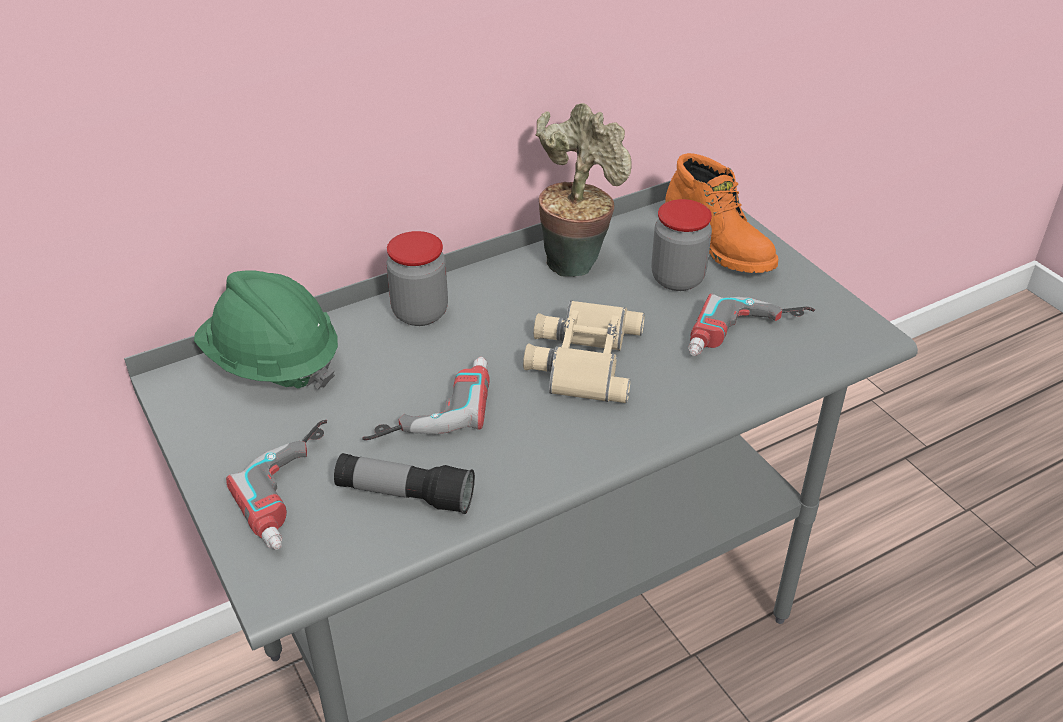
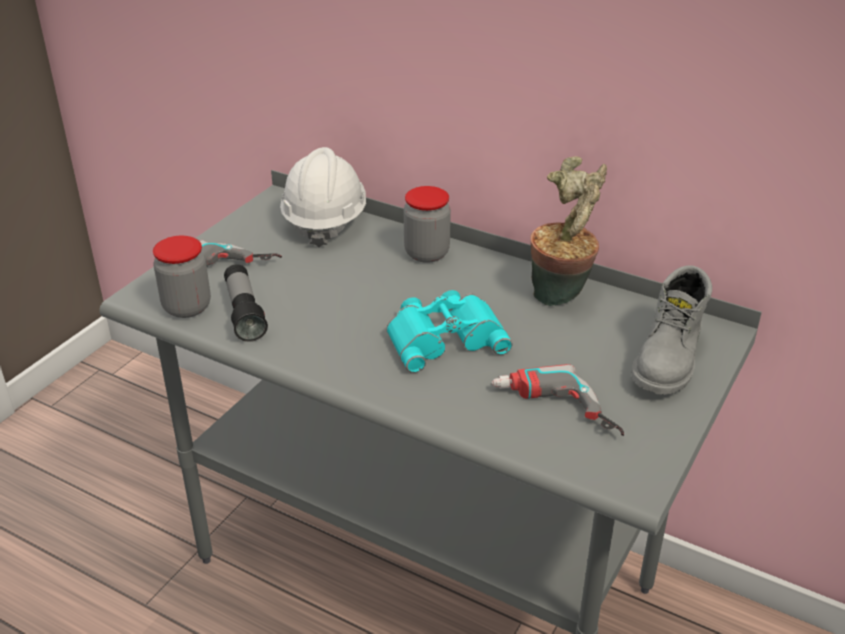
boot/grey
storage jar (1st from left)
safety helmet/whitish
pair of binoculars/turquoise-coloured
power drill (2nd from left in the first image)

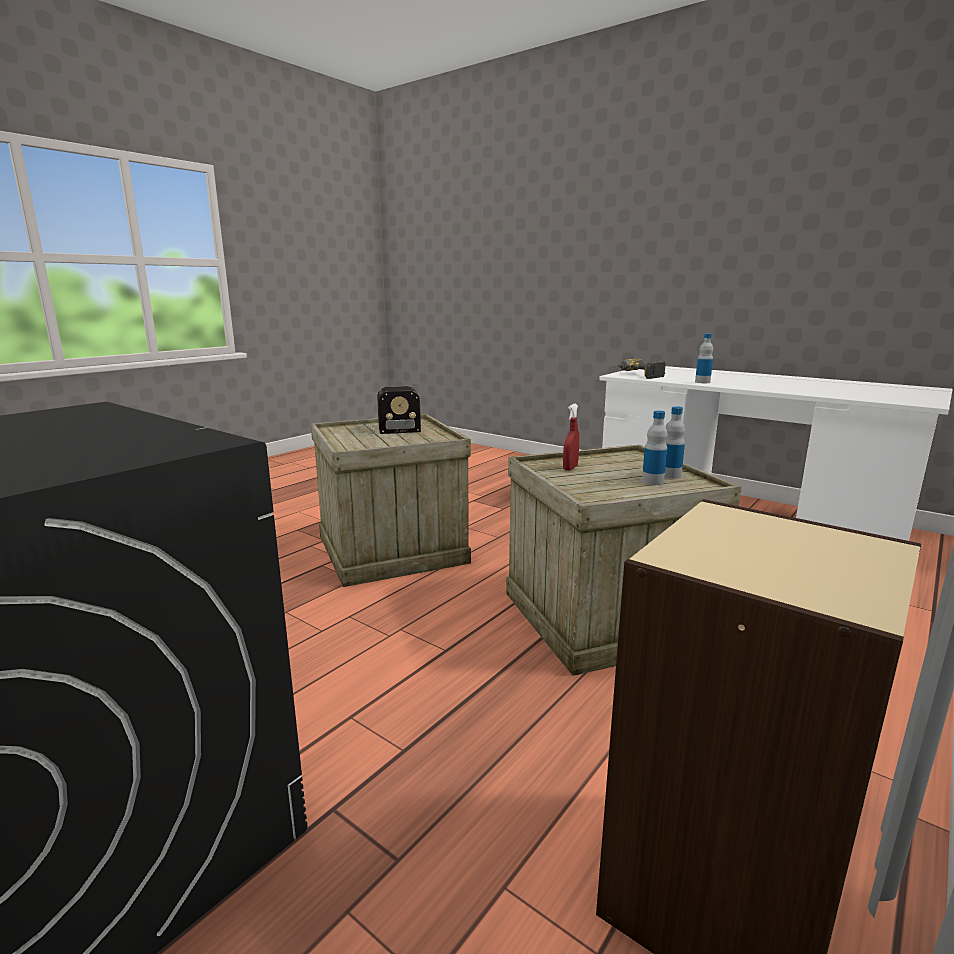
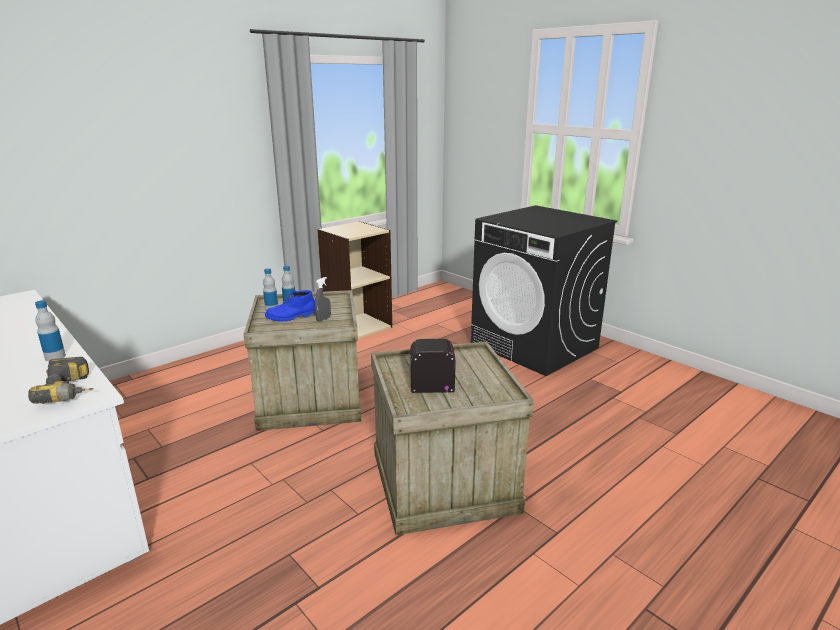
hand sprayer/grey
boot/blue

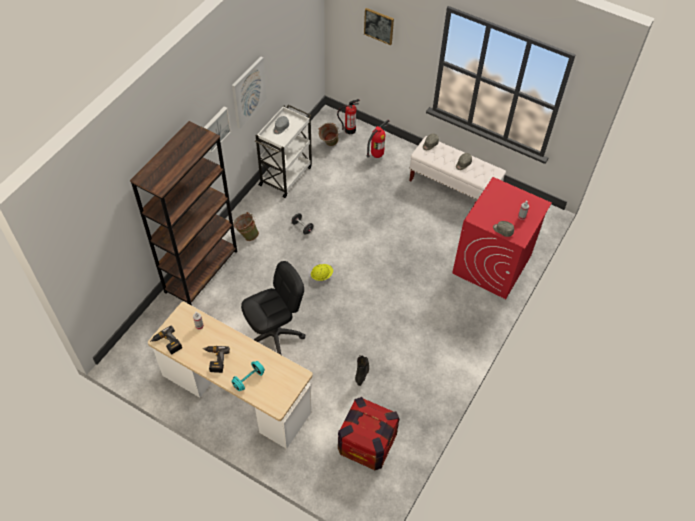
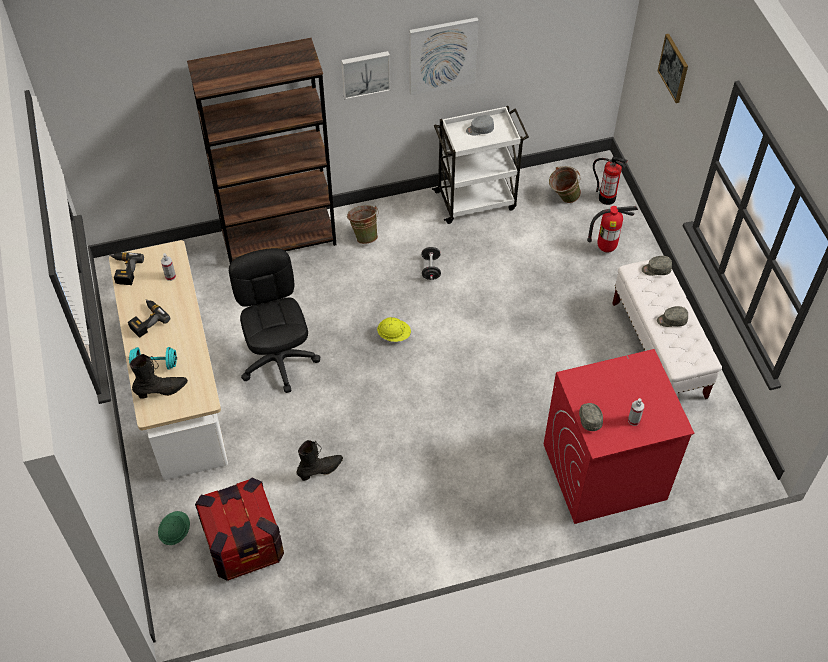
desk chair/black
boot/black (1st from left)
safety helmet/green-coloured

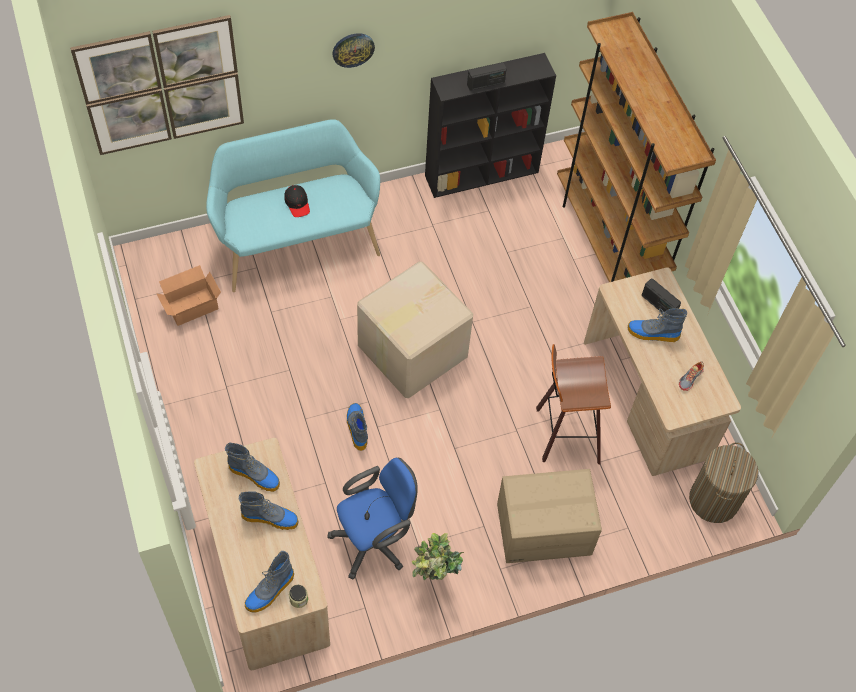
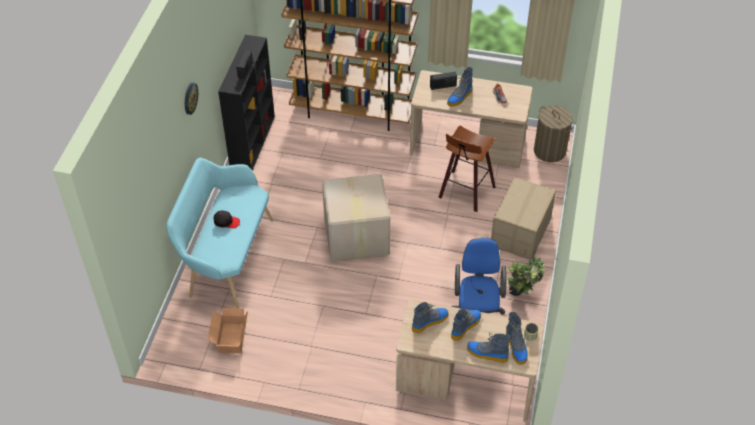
wall picture
boot (4th from left)

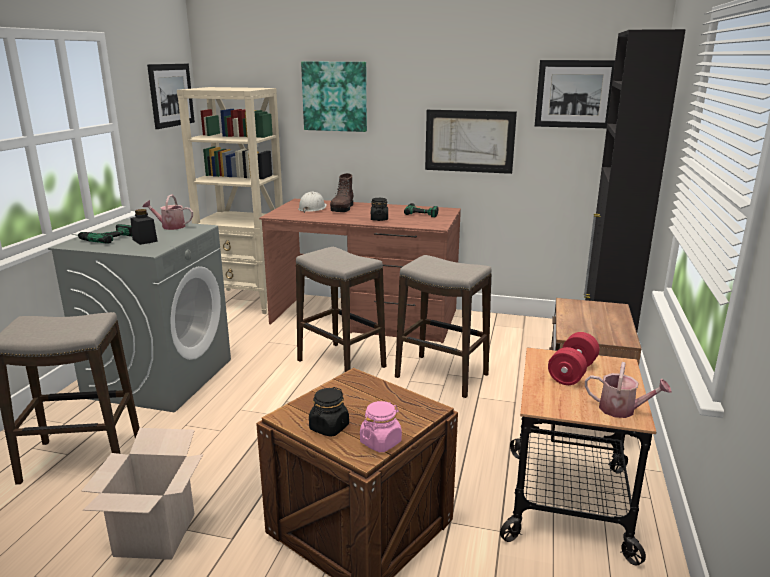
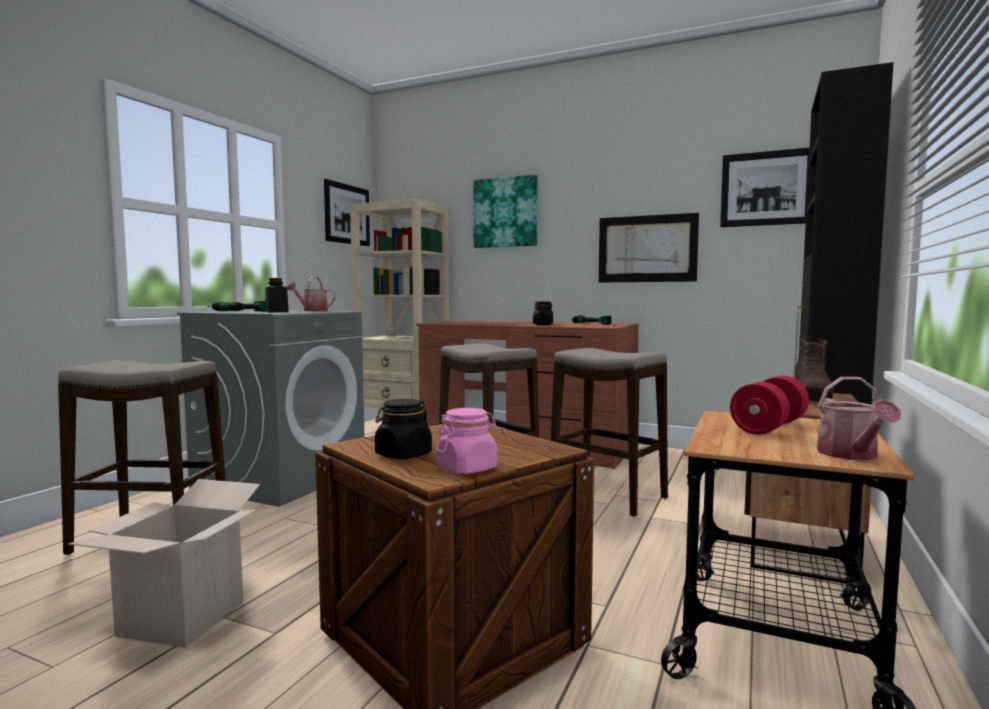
boot/brown-coloured
safety helmet/whitish
sprinkling can (2nd from left)

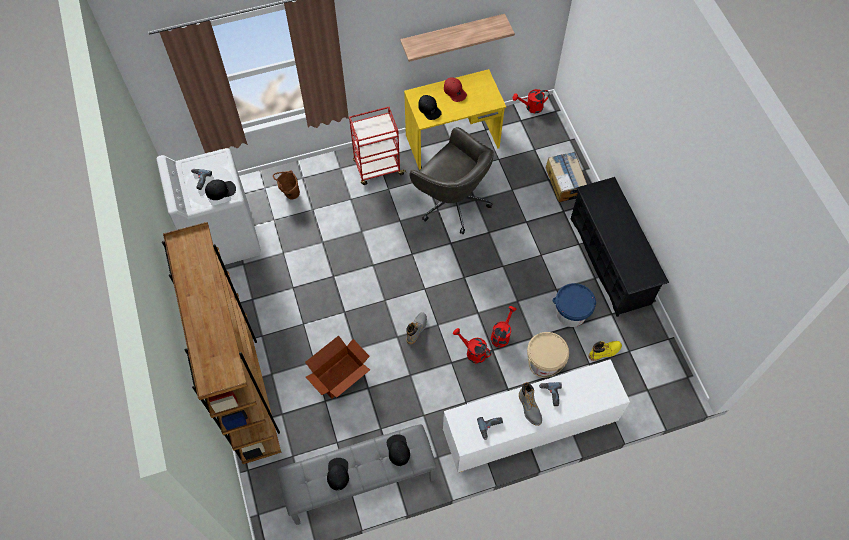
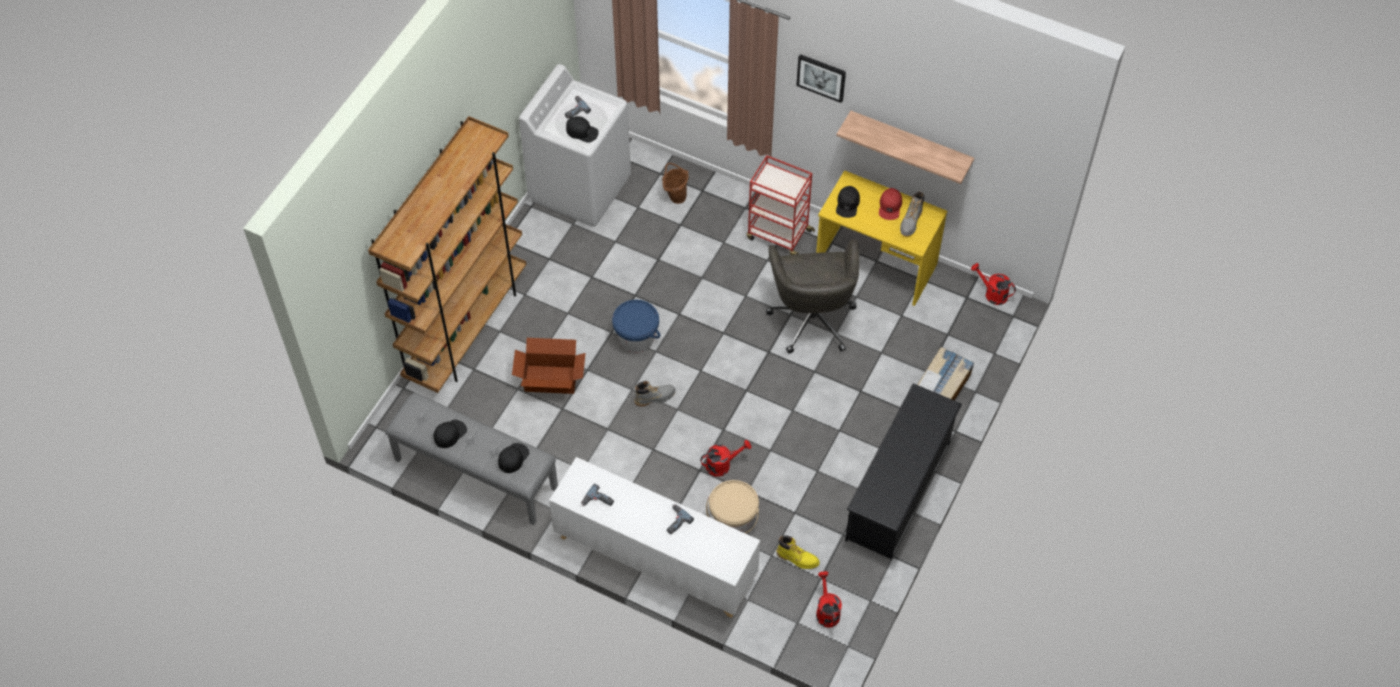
water bucket/blue
sprinkling can/reddish (2nd from left)
boot/grey (2nd from left)
wall picture

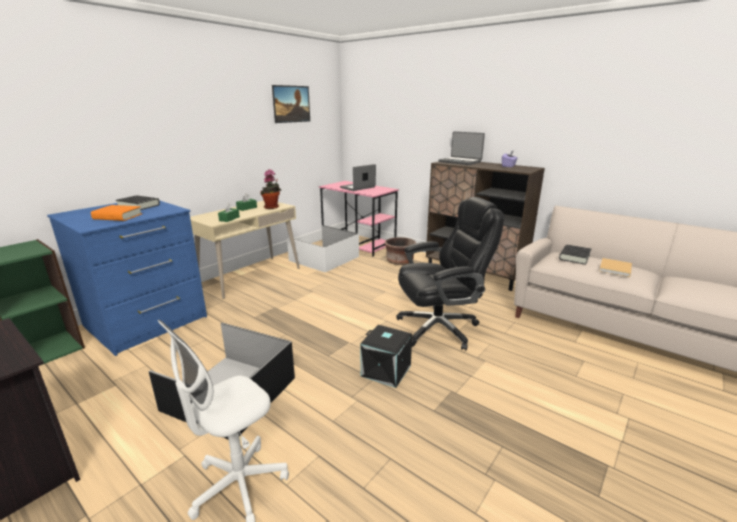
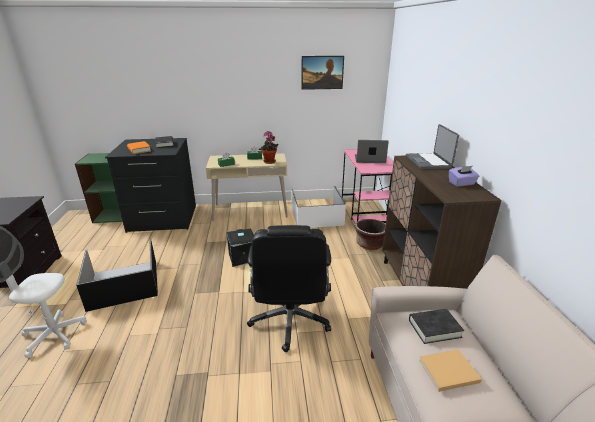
desk chair/black
dresser/black
storage bin/black (2nd from left)

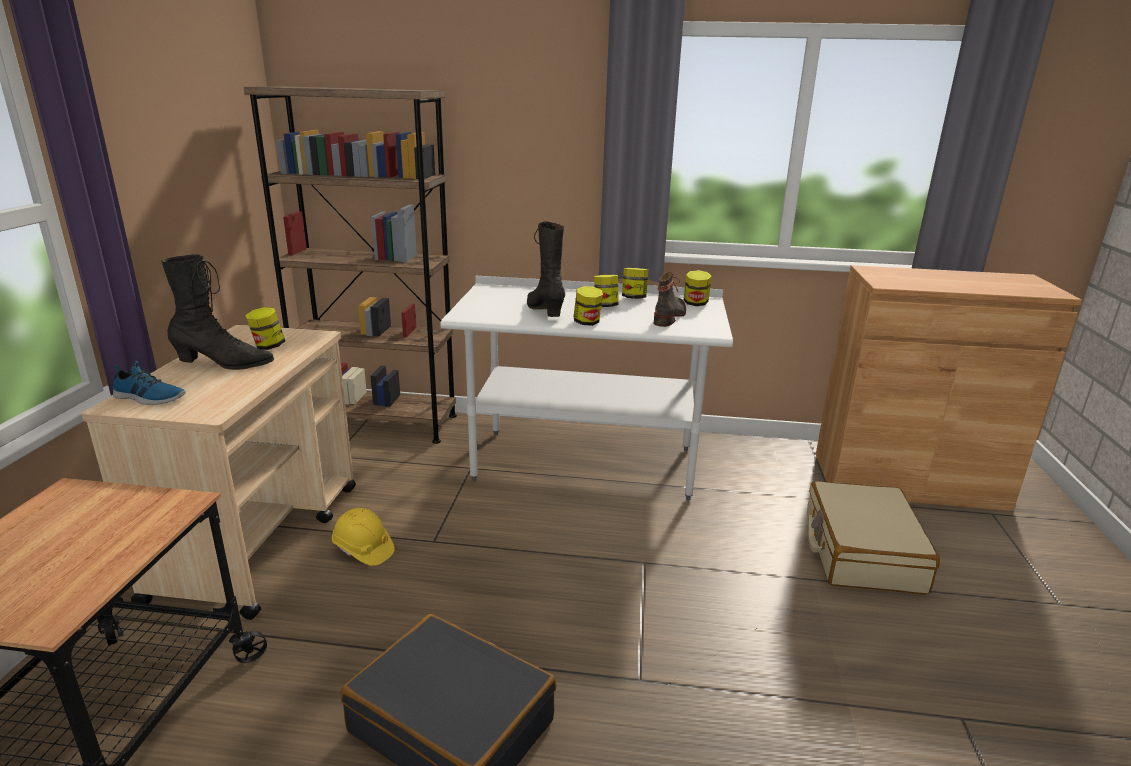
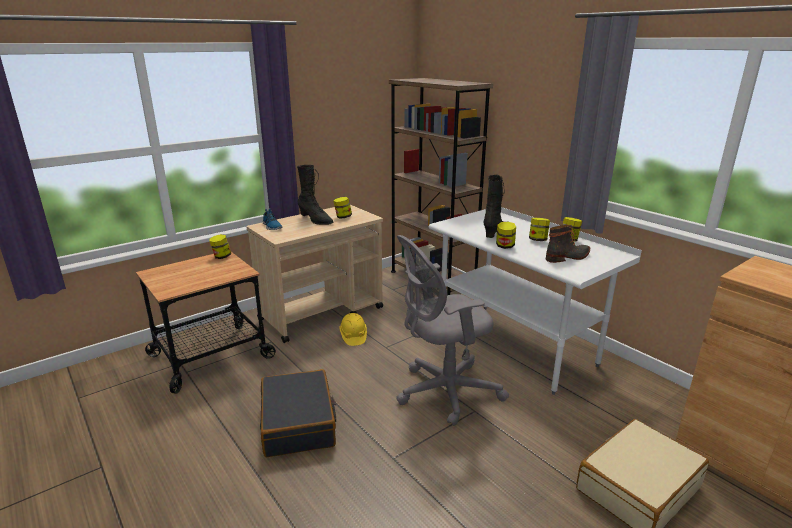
storage jar (1st from left)
desk chair/grey

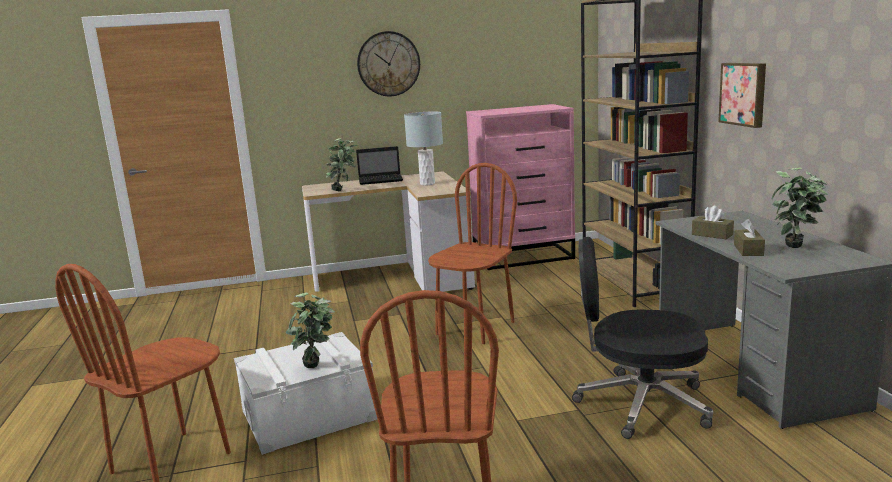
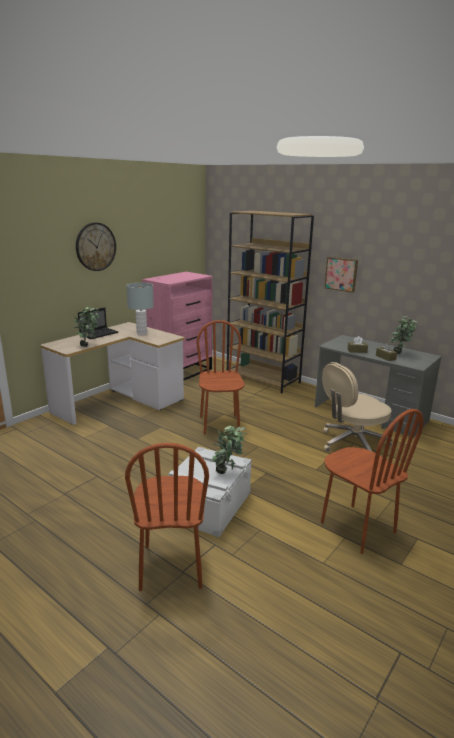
desk chair/beige-coloured

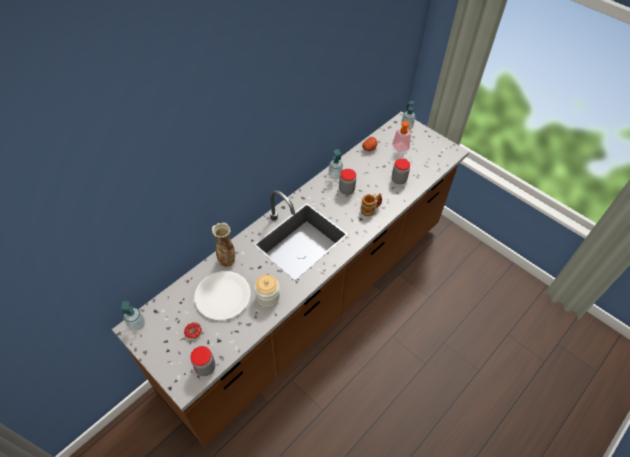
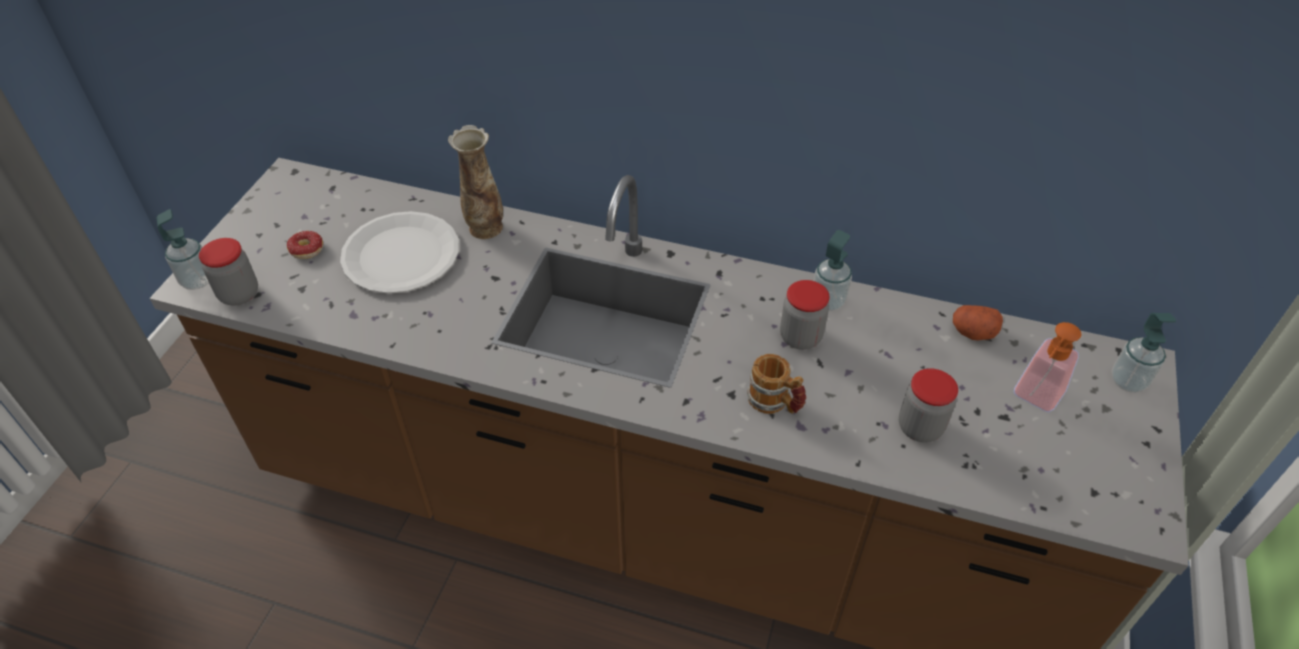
storage jar (2nd from left in the first image)
soap dispenser (1st from left)

